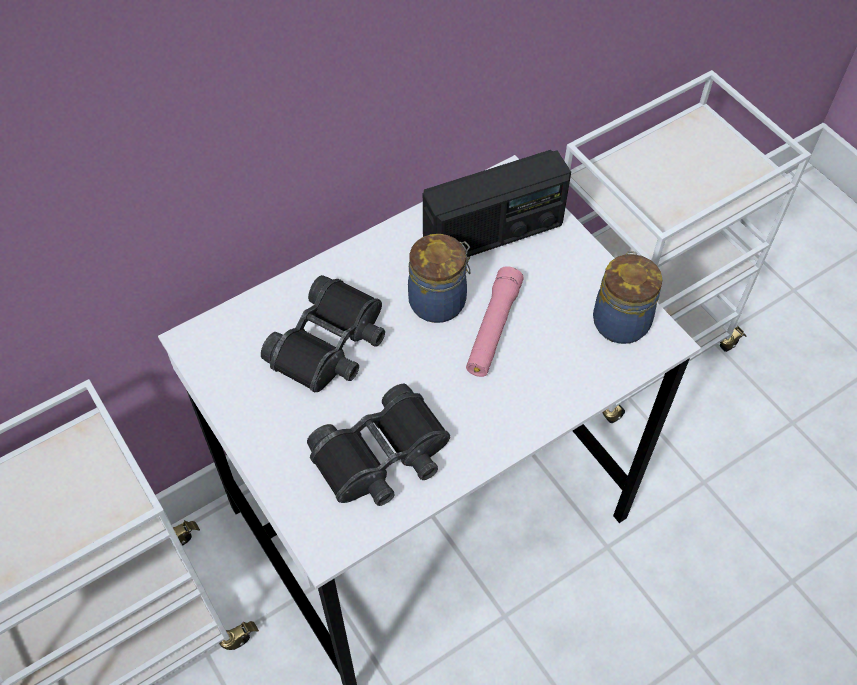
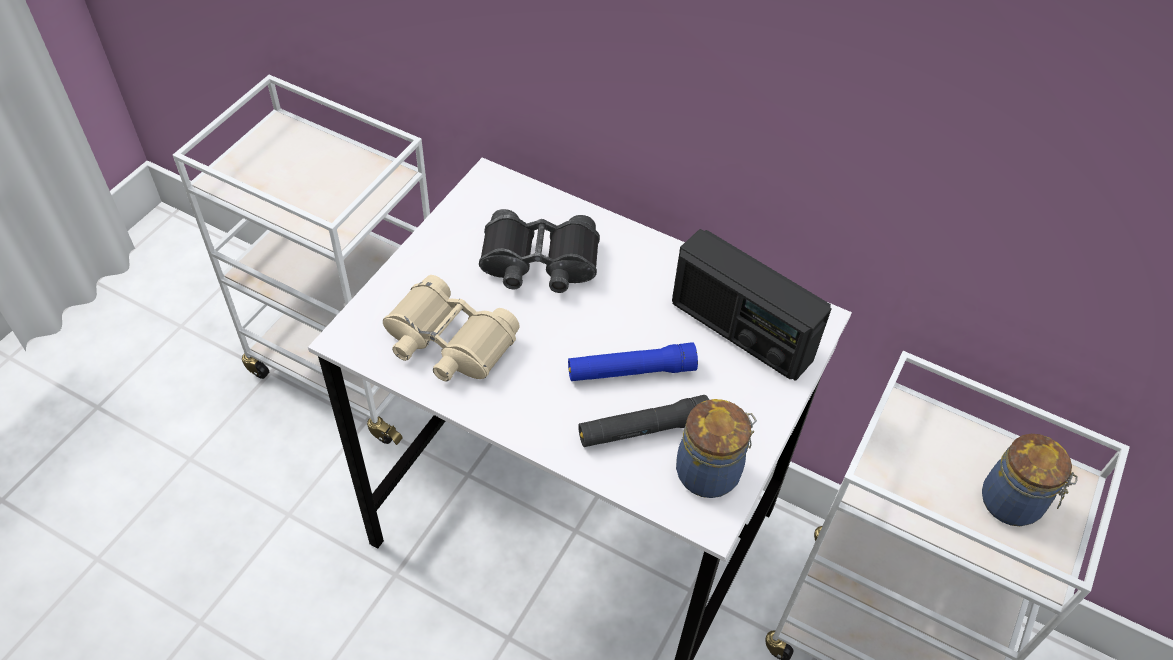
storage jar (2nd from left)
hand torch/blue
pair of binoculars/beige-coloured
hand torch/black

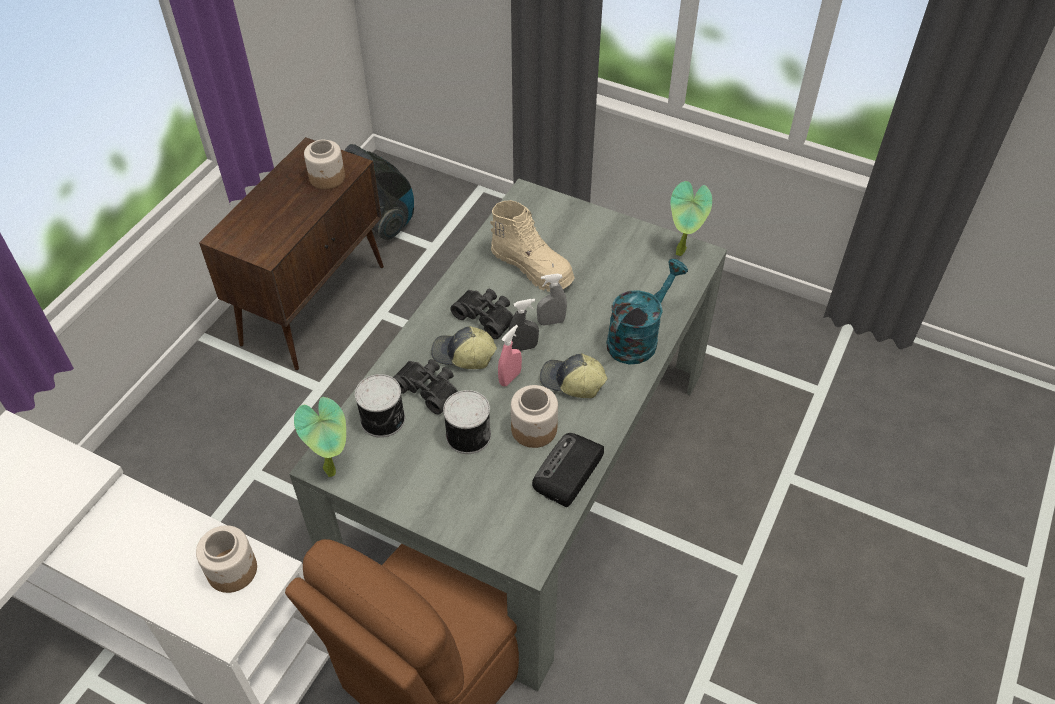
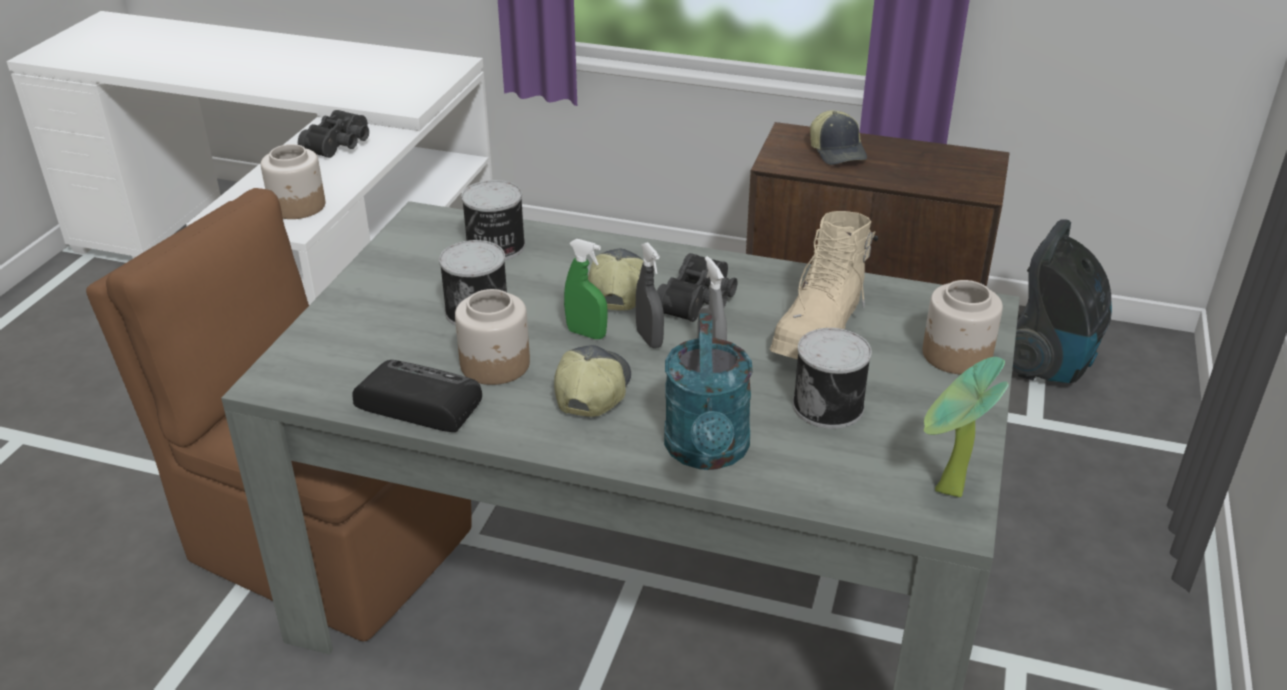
storage jar (3rd from left)
sprinkling can/turquoise-coloured
hand sprayer/green-coloured
pair of binoculars/black (1st from left)
plant in a pot (1st from left in the first image)
peaked cap (3rd from left)
can (3rd from left)

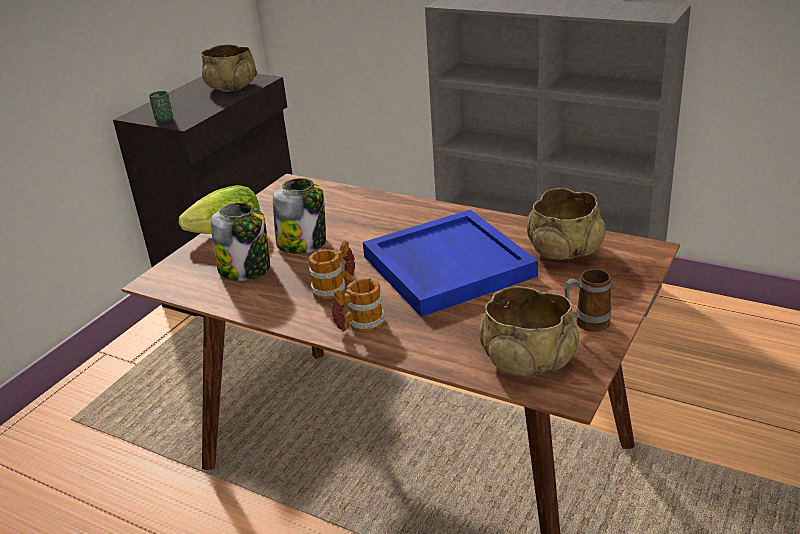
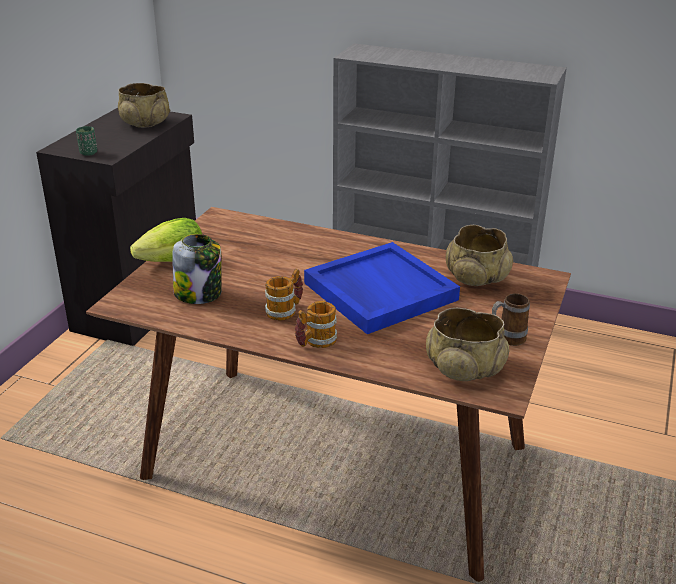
storage jar (2nd from left in the first image)

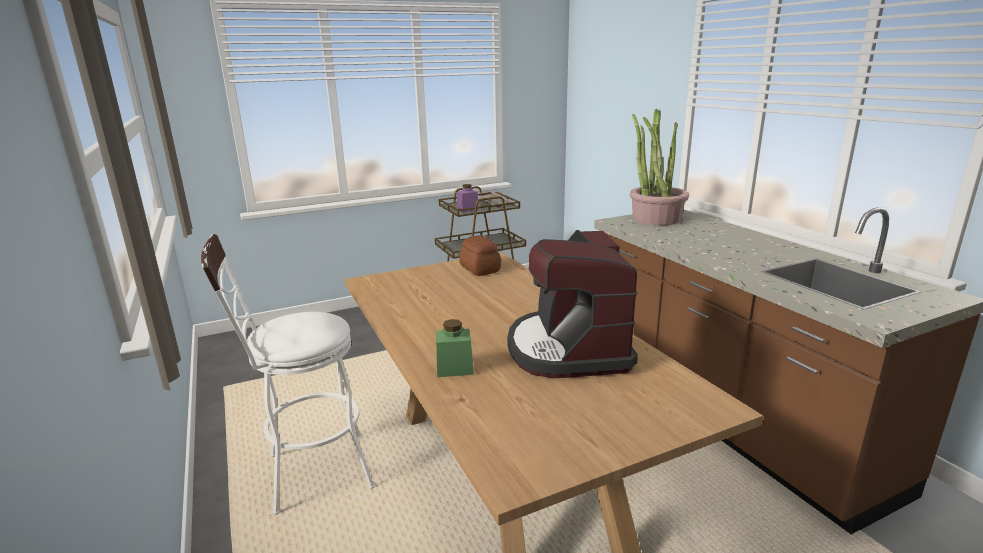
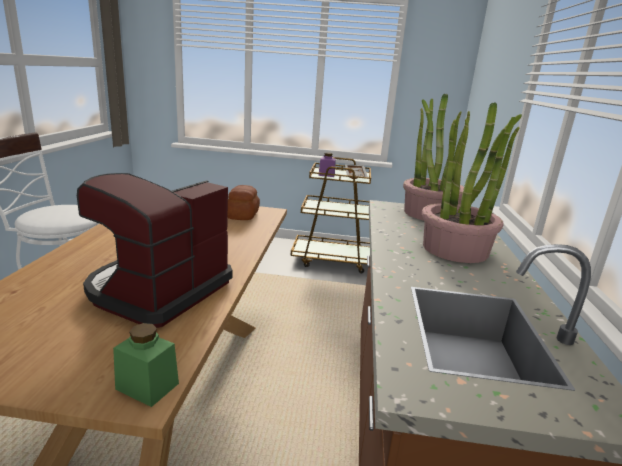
storage jar/green-coloured
plant in a pot (2nd from left)

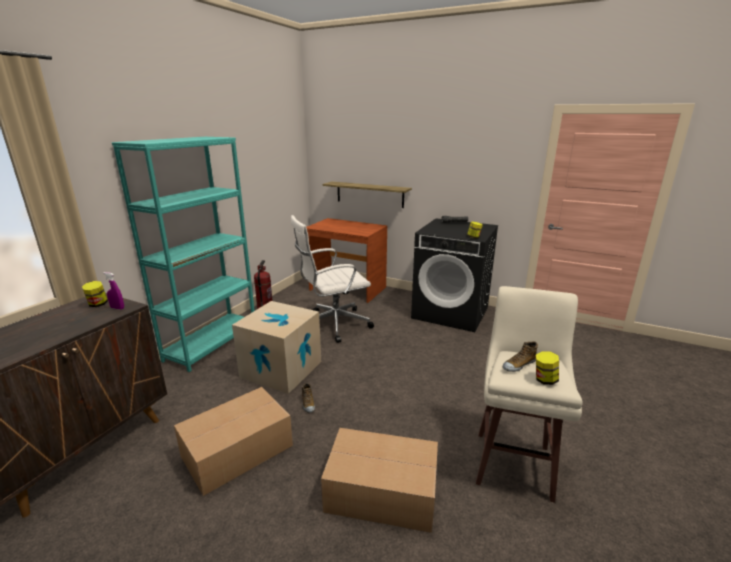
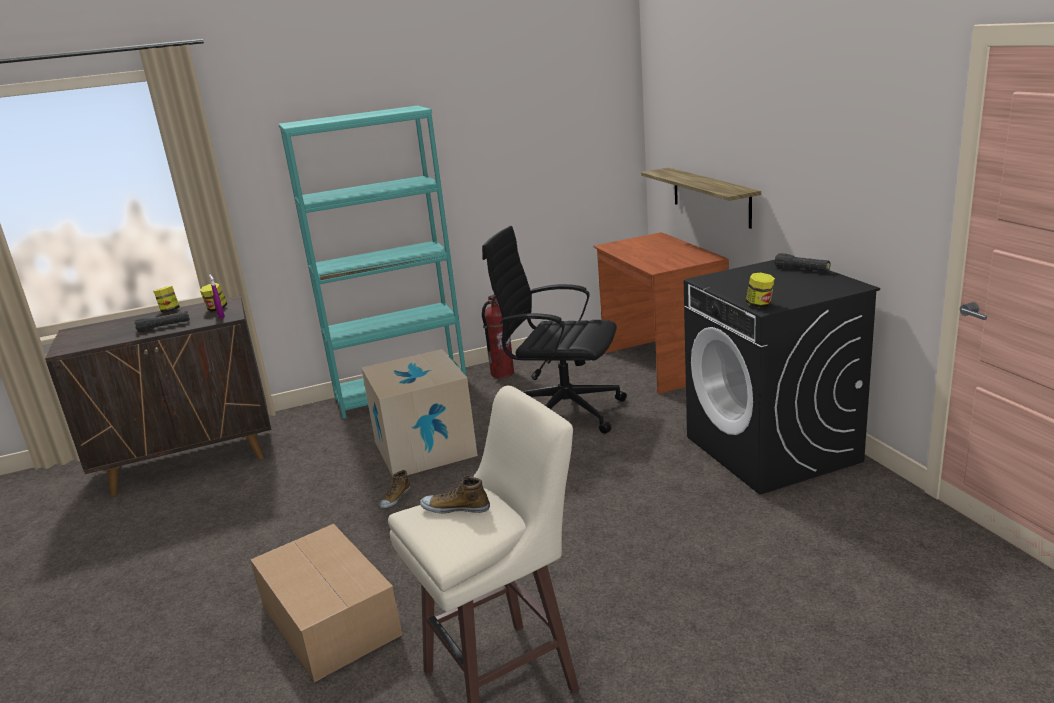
desk chair/black
storage jar (1st from left)
carton (1st from left in the first image)
hand torch/black (1st from left)

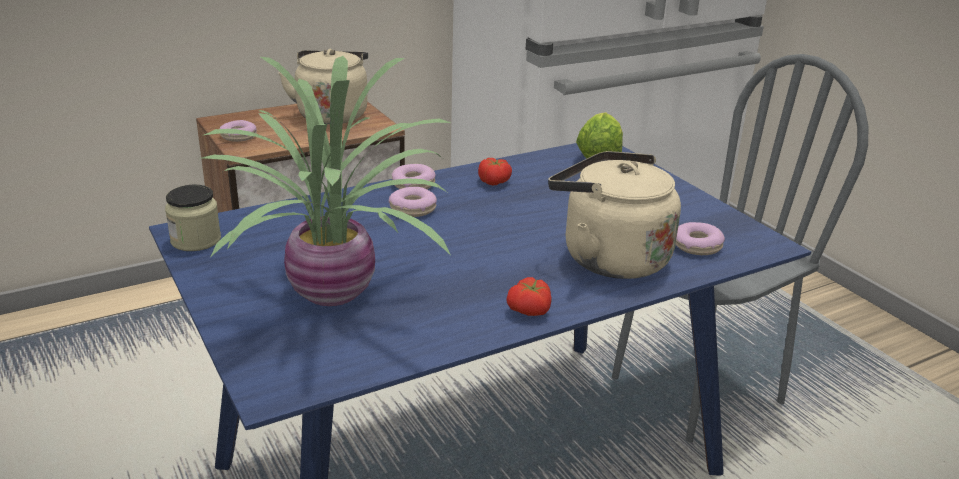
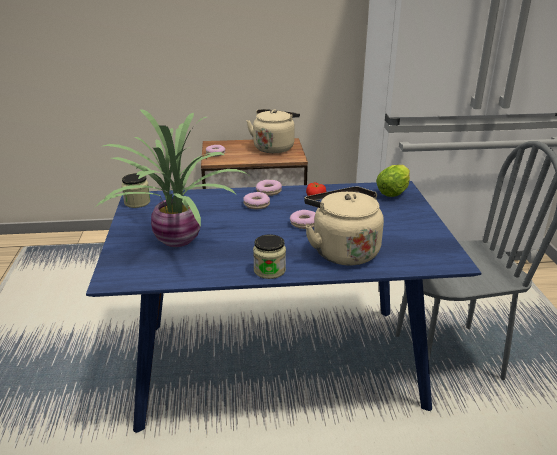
ring doughnut (4th from left)
storage jar (2nd from left)

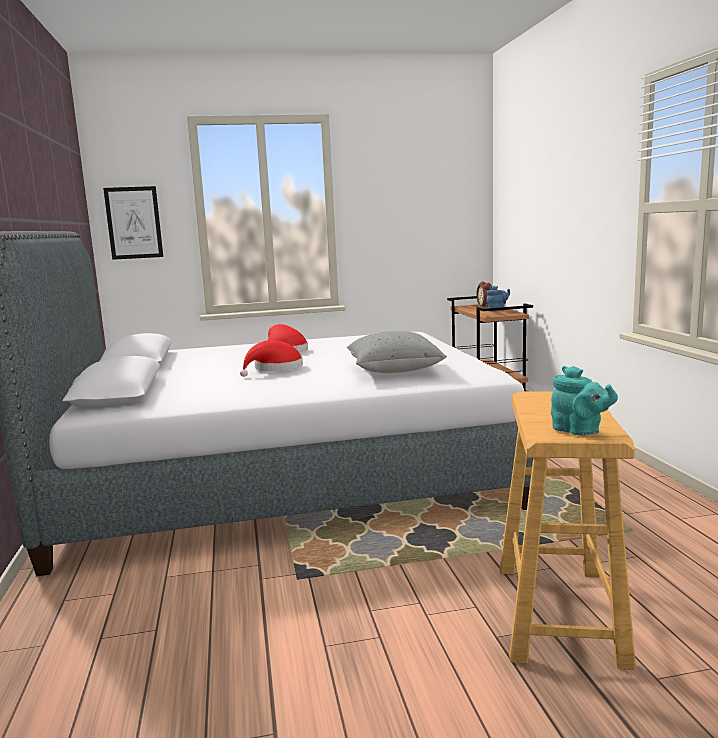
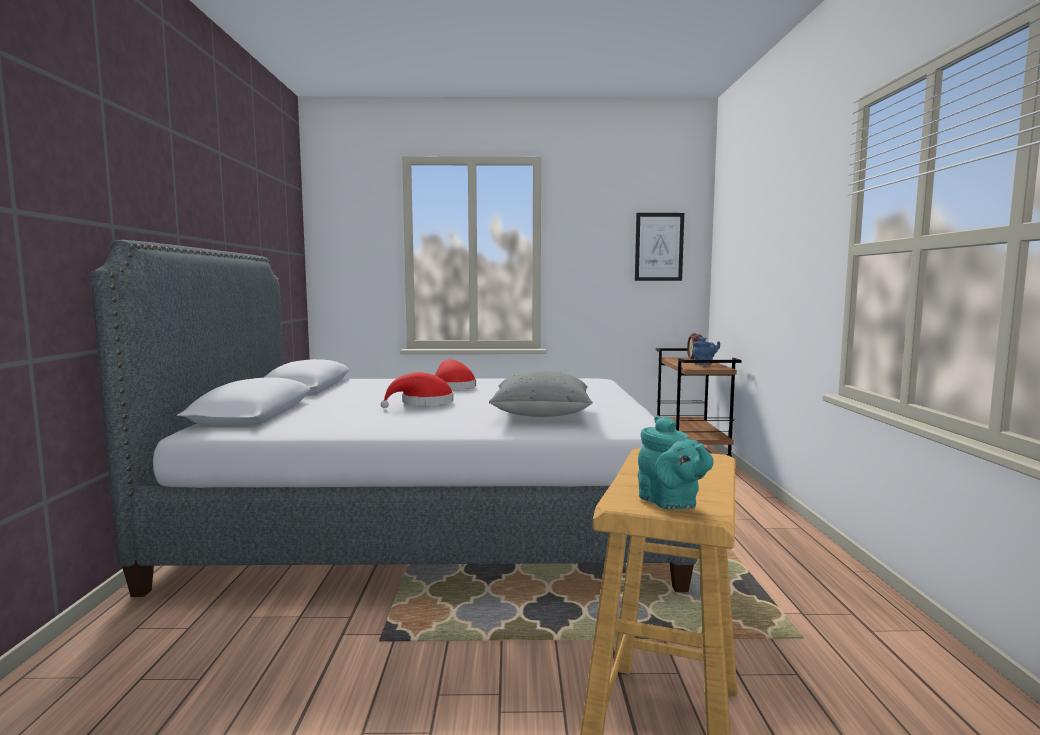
wall picture

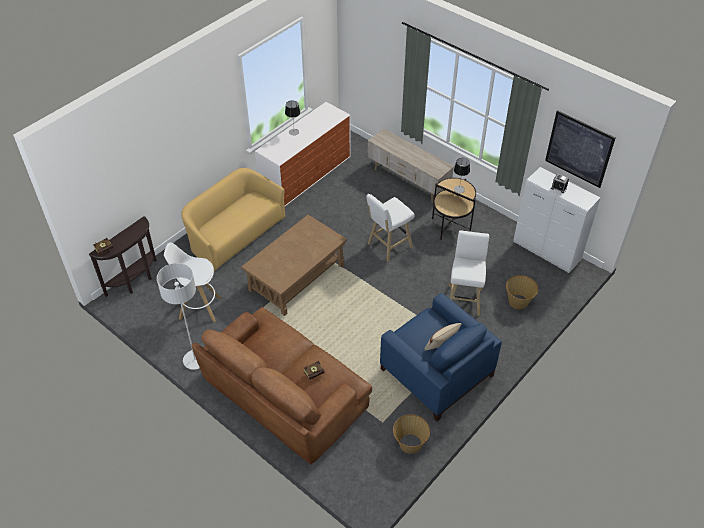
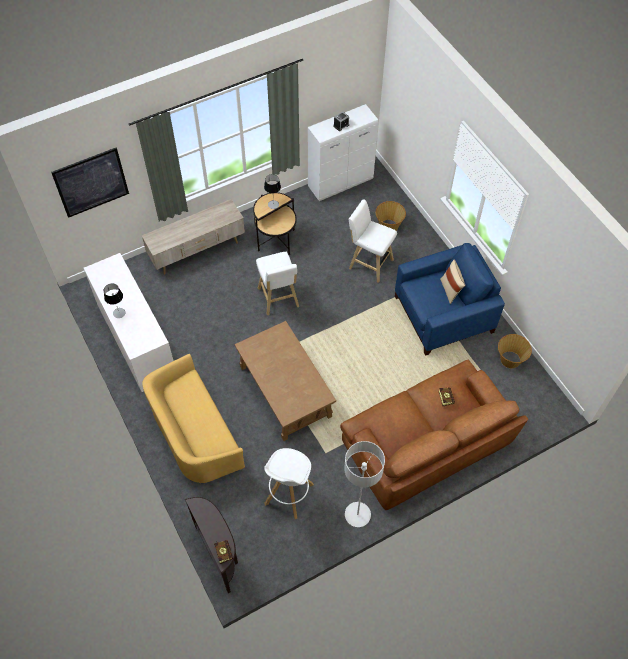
wall picture

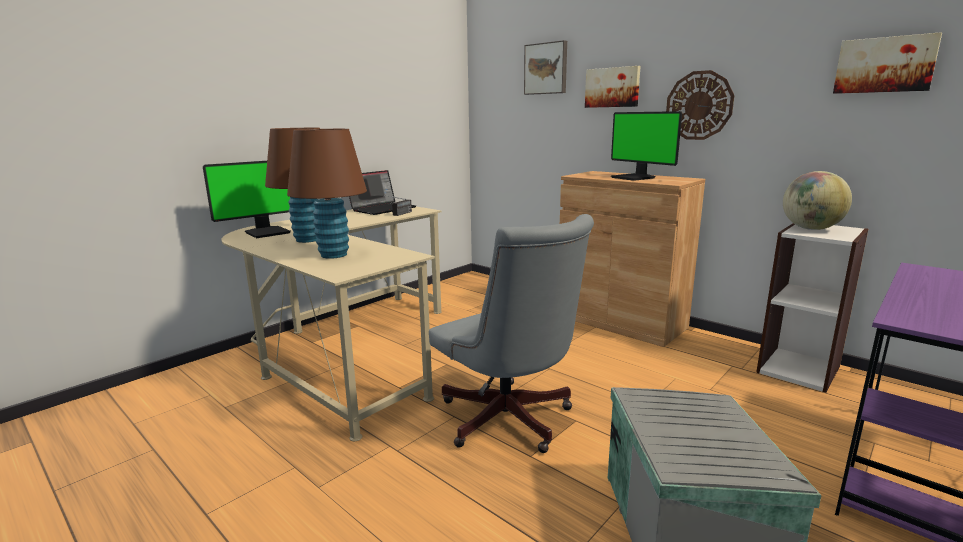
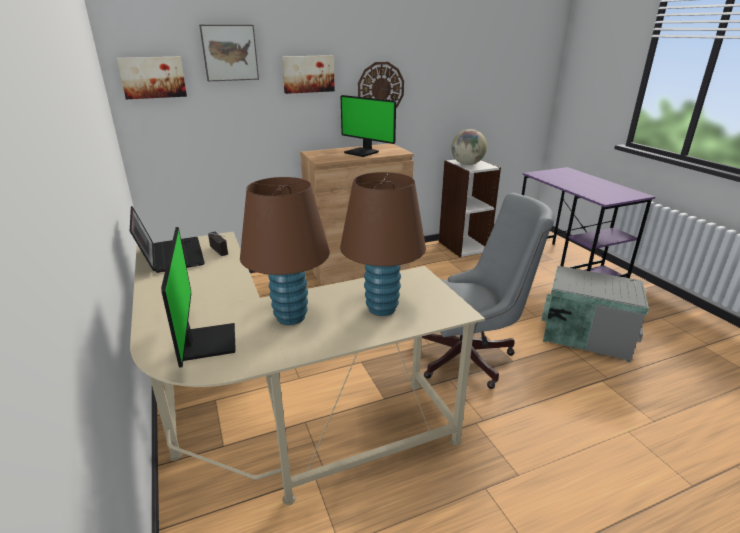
wall picture (1st from left)
computer screen (2nd from left)

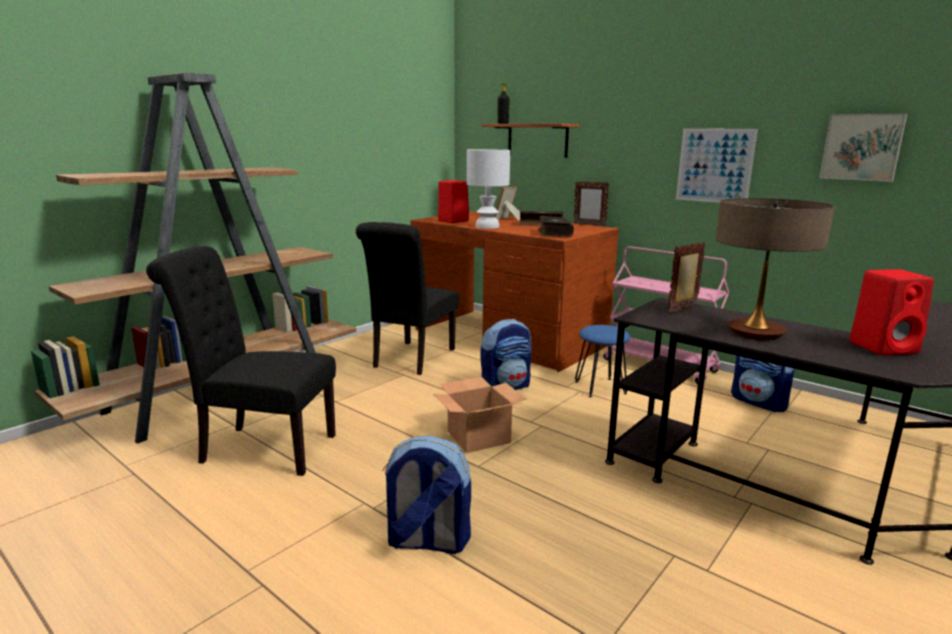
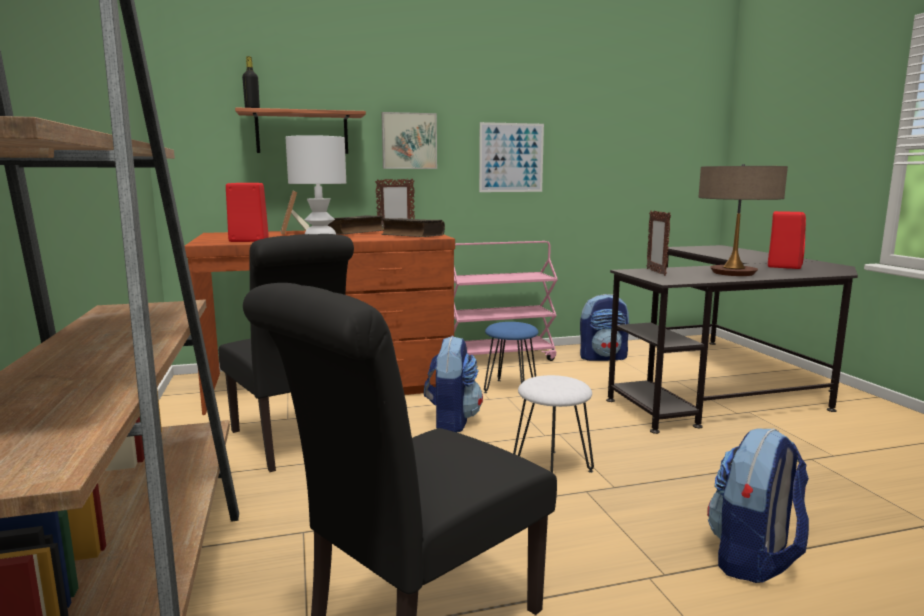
wall picture (1st from left)
sitting stool/whitish

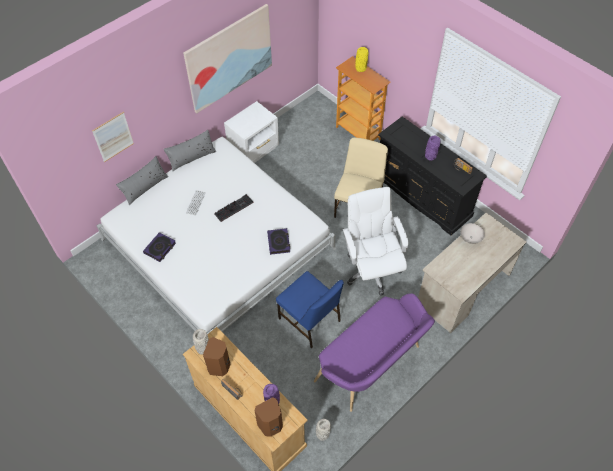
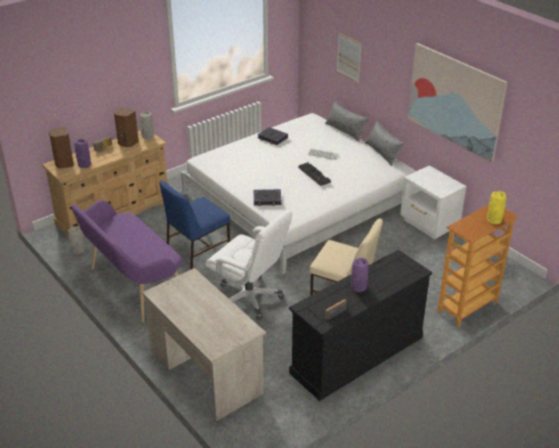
desk chair/whitish
deep dish/whitish

